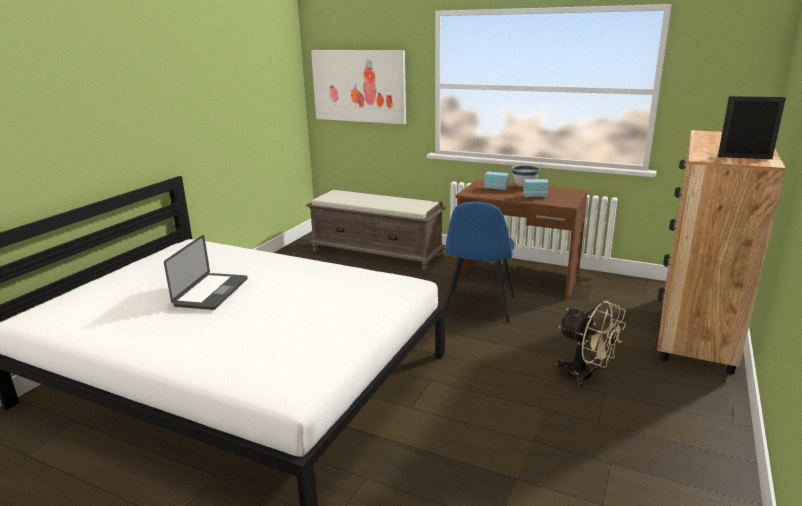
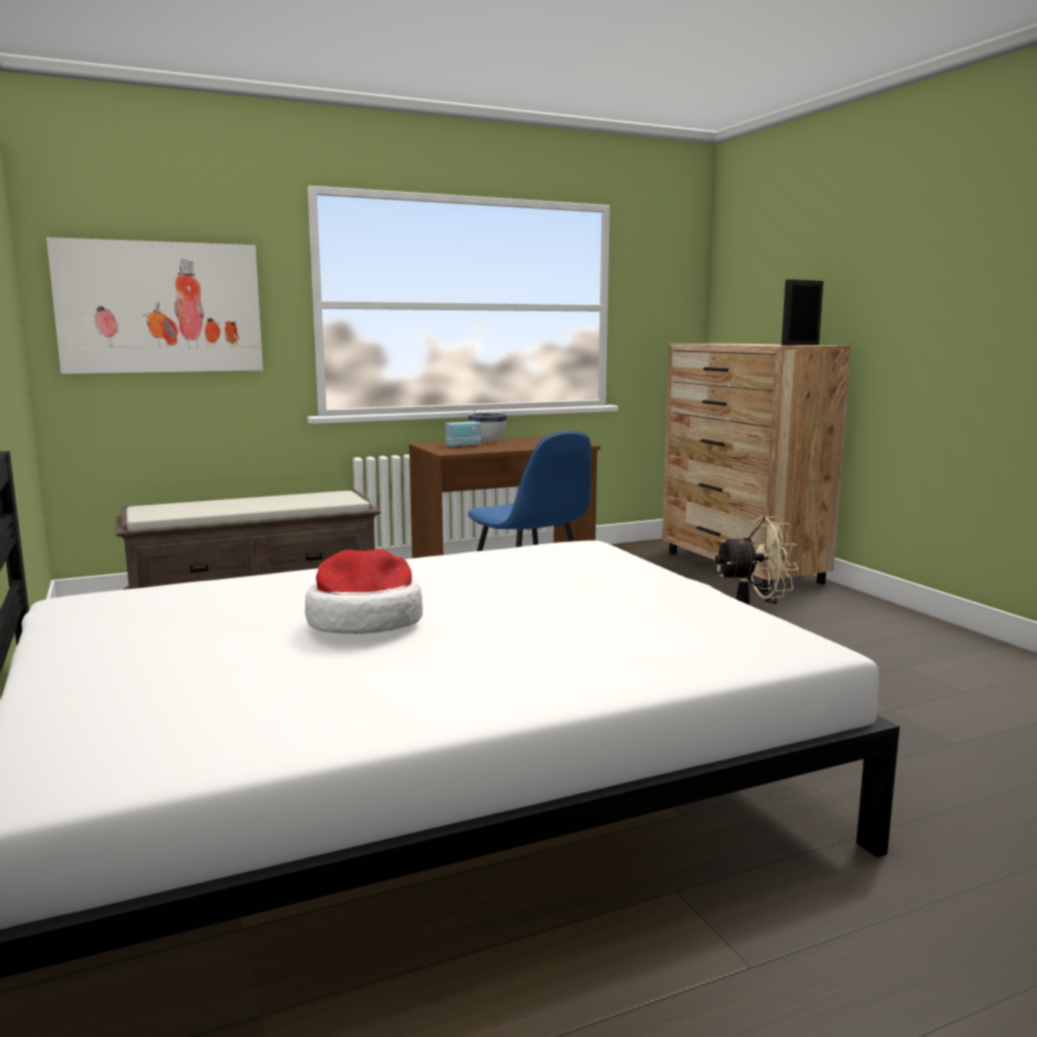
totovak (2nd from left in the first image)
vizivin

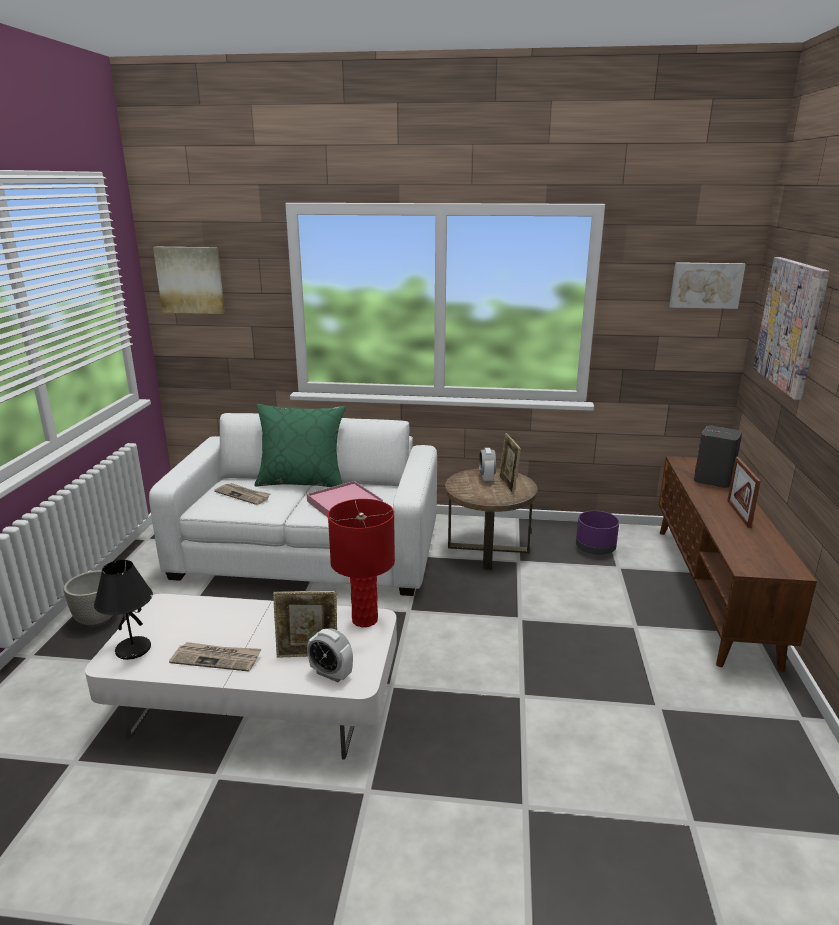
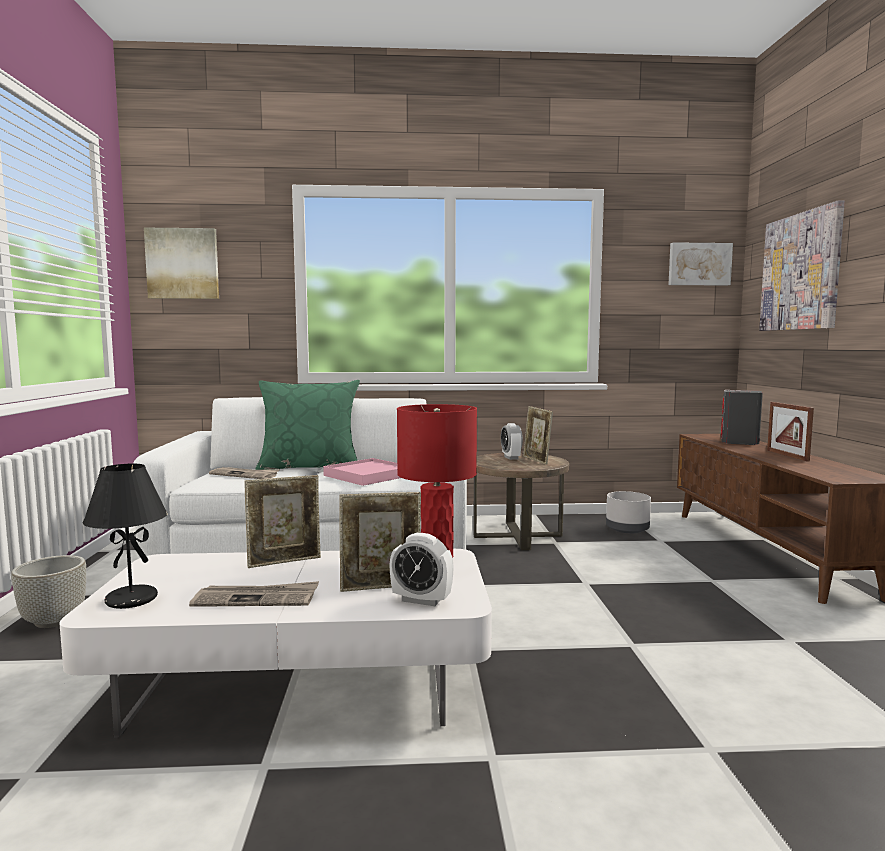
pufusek (1st from left)
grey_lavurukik (2nd from left)

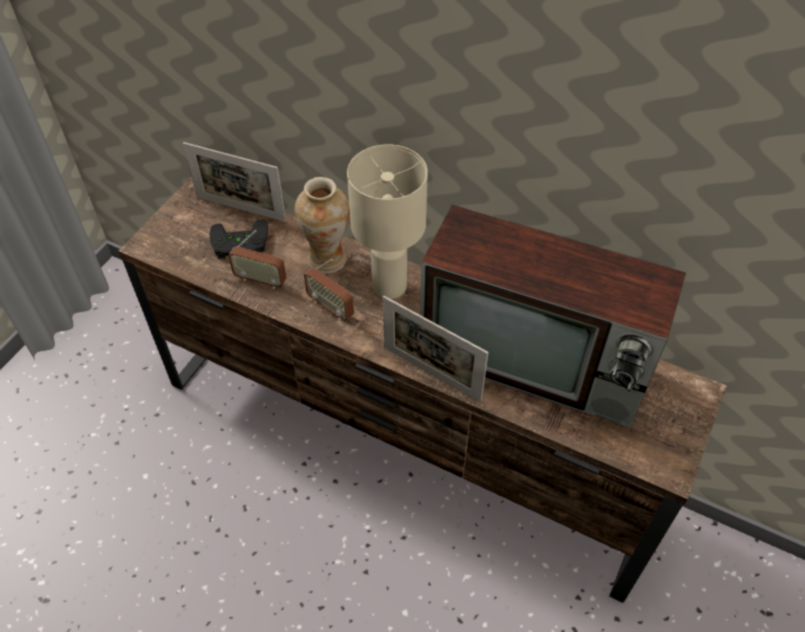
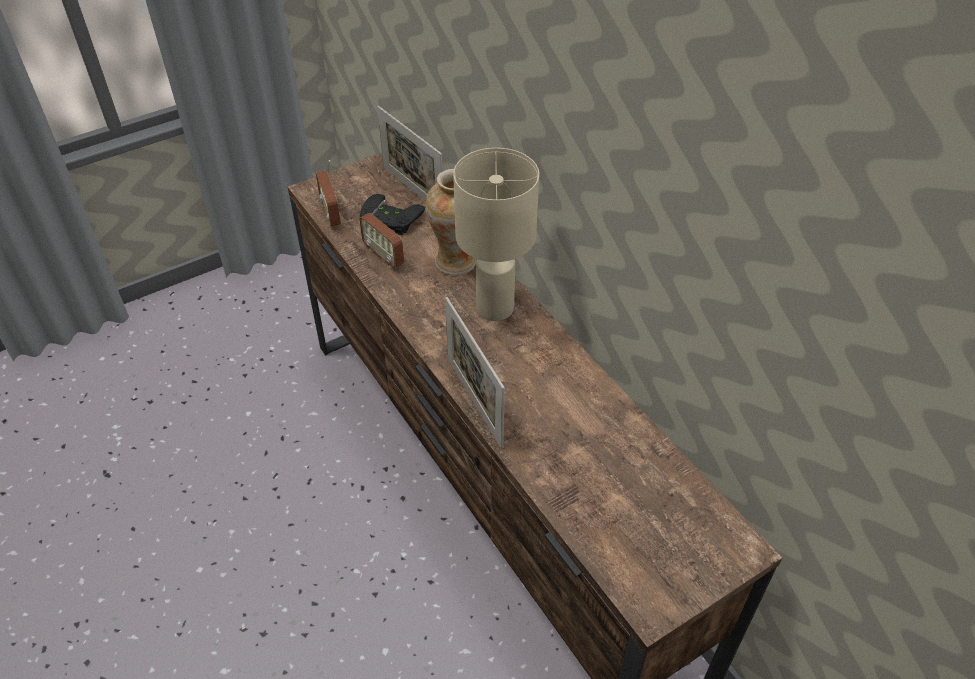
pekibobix
totovak (1st from left)

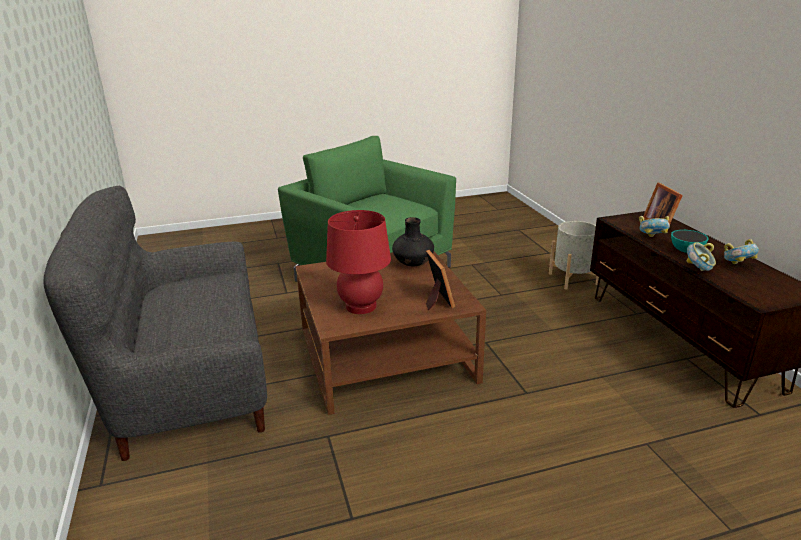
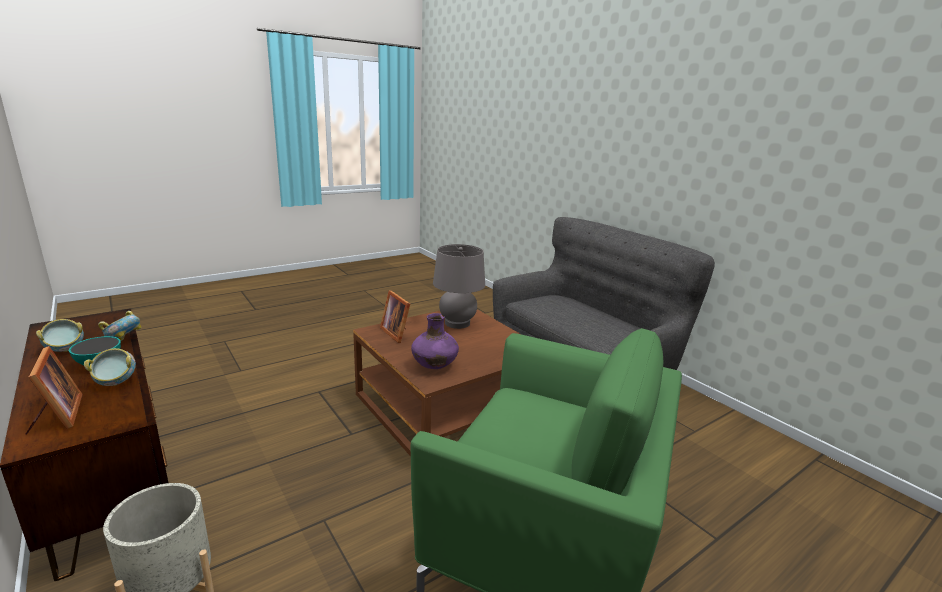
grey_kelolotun
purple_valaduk

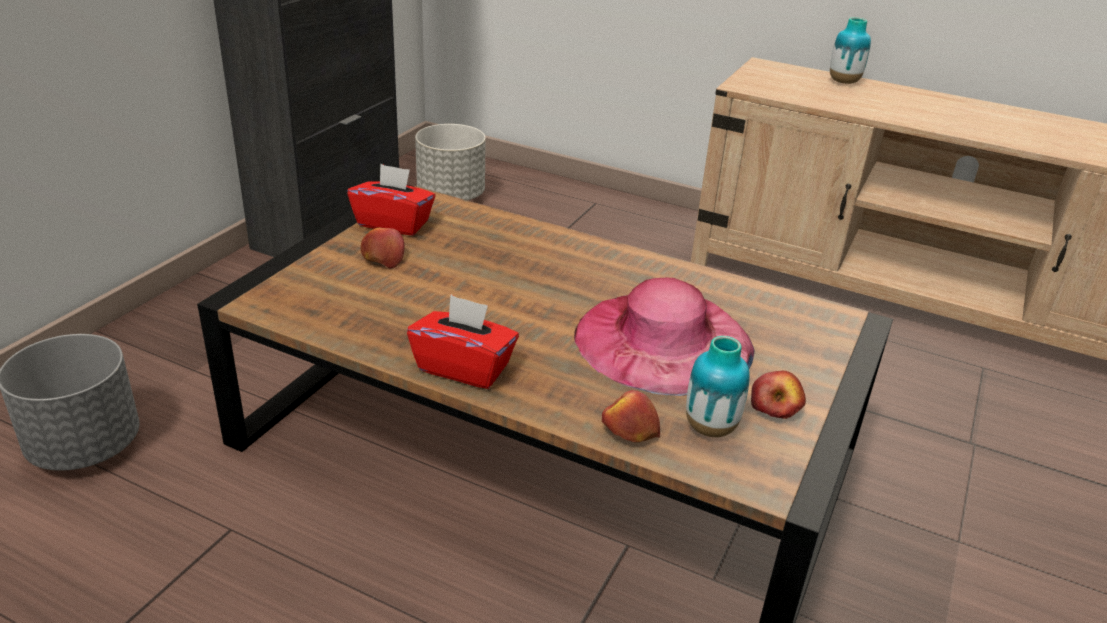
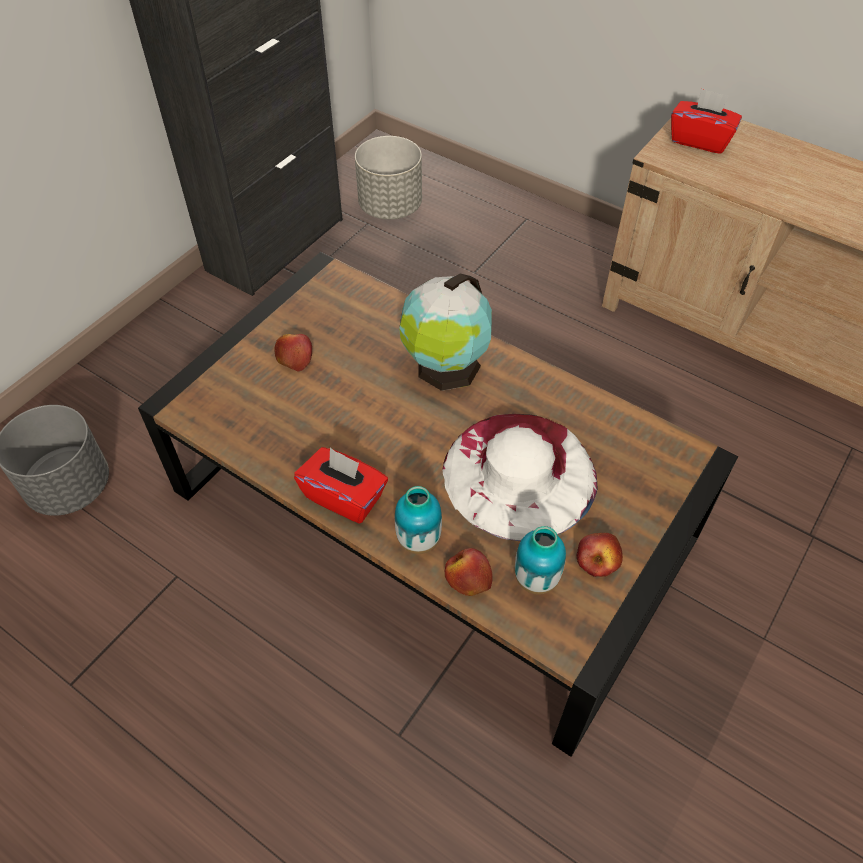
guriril
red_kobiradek (2nd from left)
valaduk (1st from left)
white_vizivin

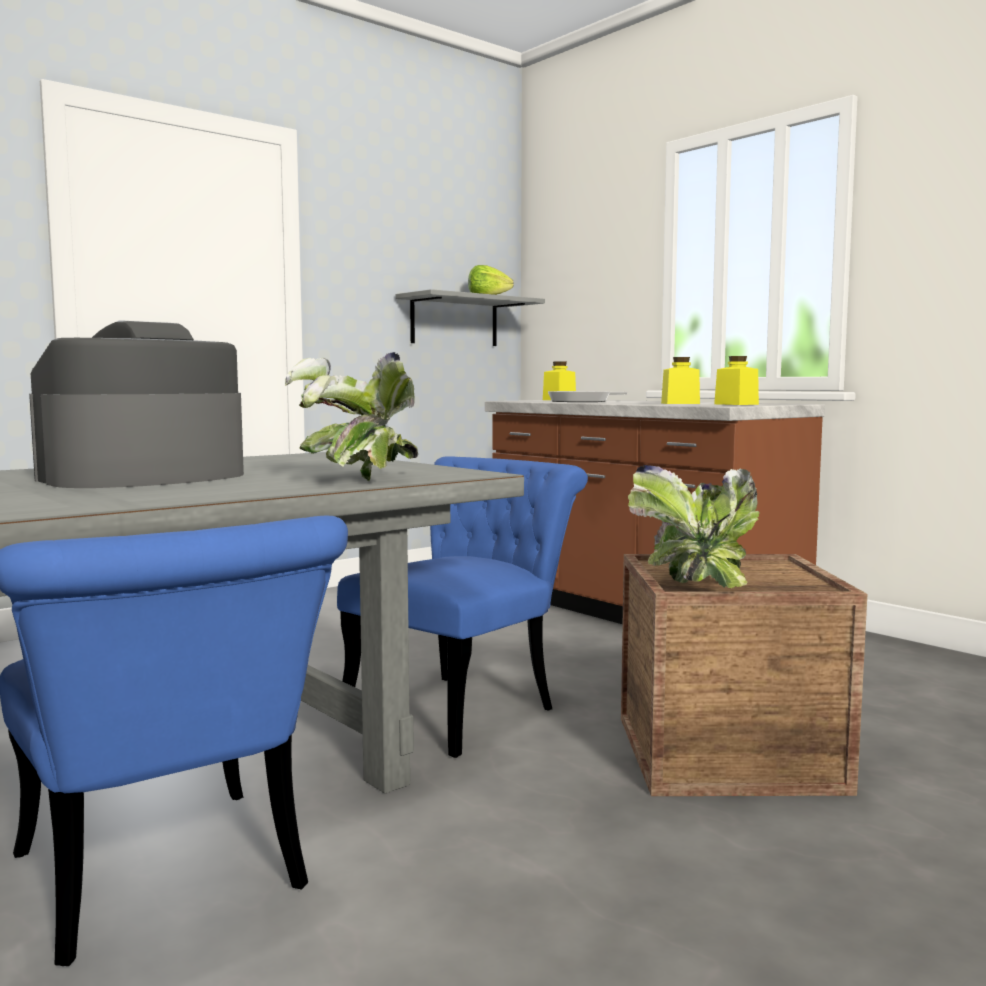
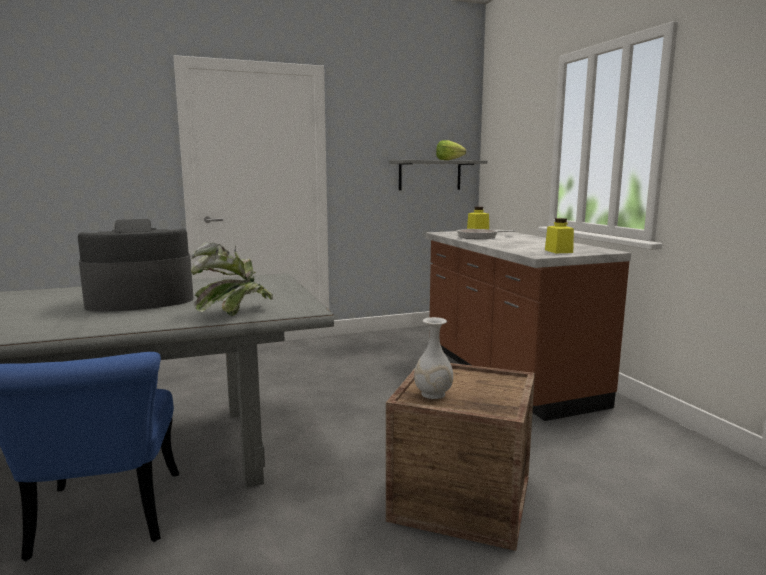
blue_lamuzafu (2nd from left in the first image)
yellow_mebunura (2nd from left in the first image)
white_valaduk

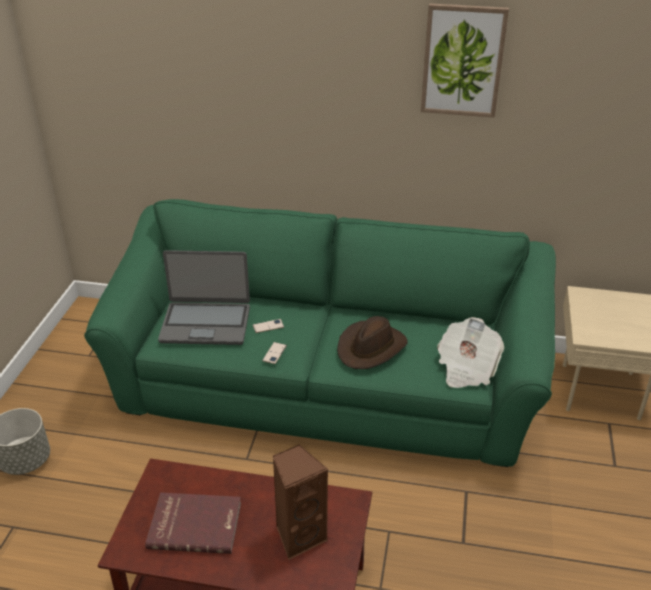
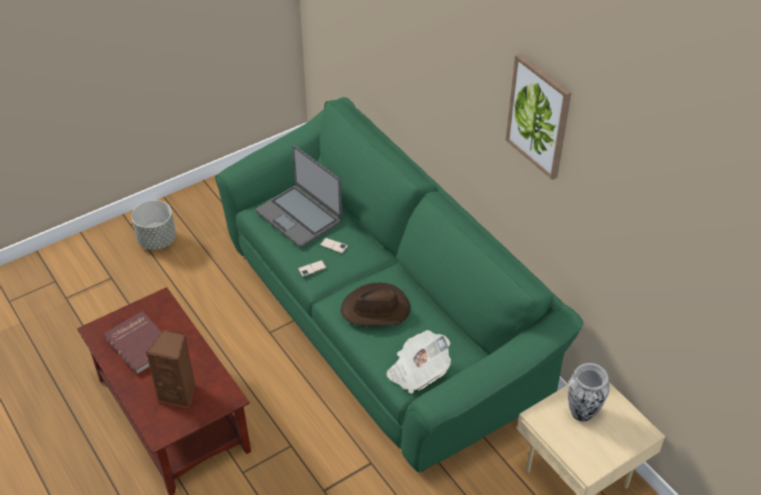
valaduk

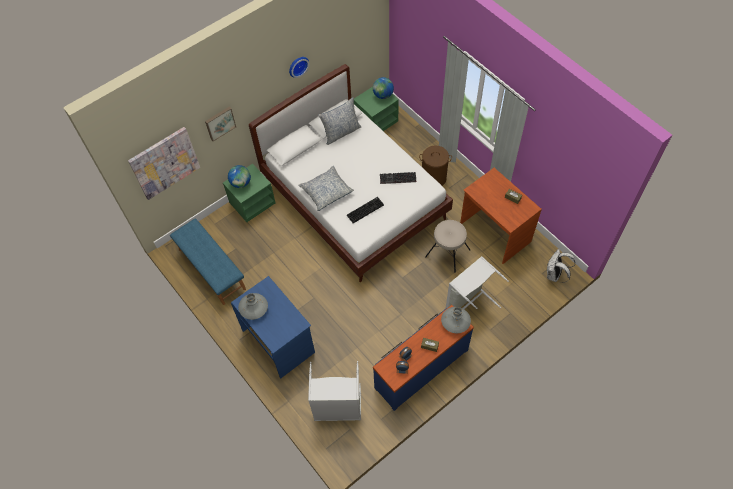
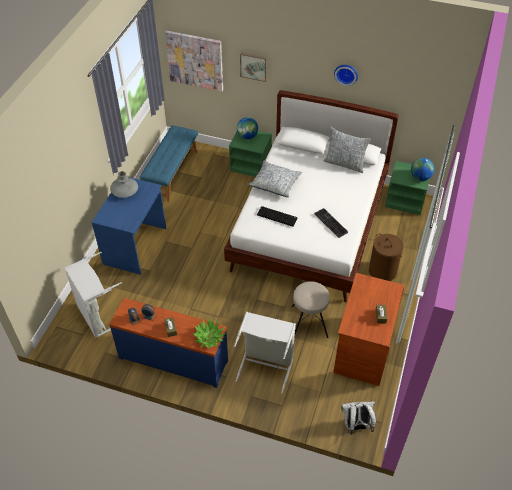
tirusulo

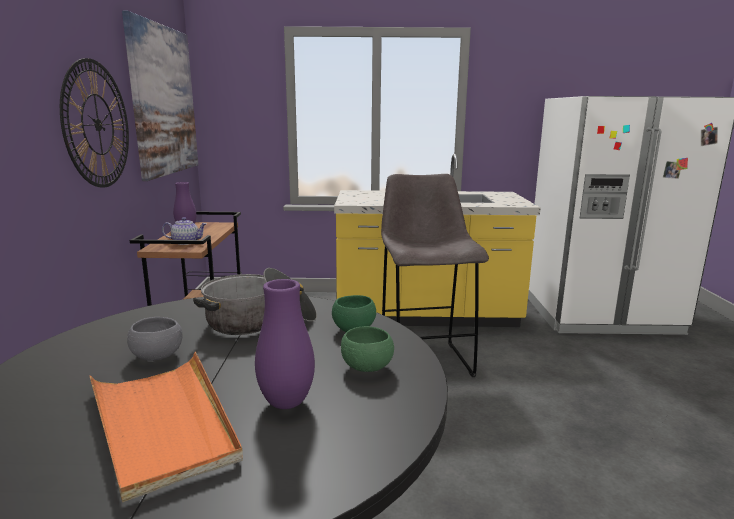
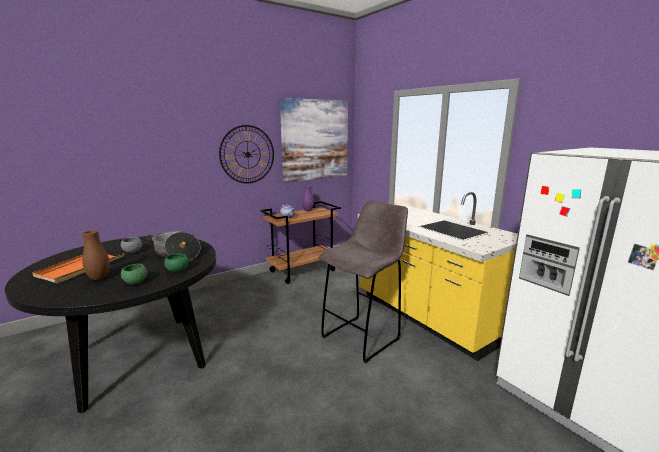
brown_valaduk

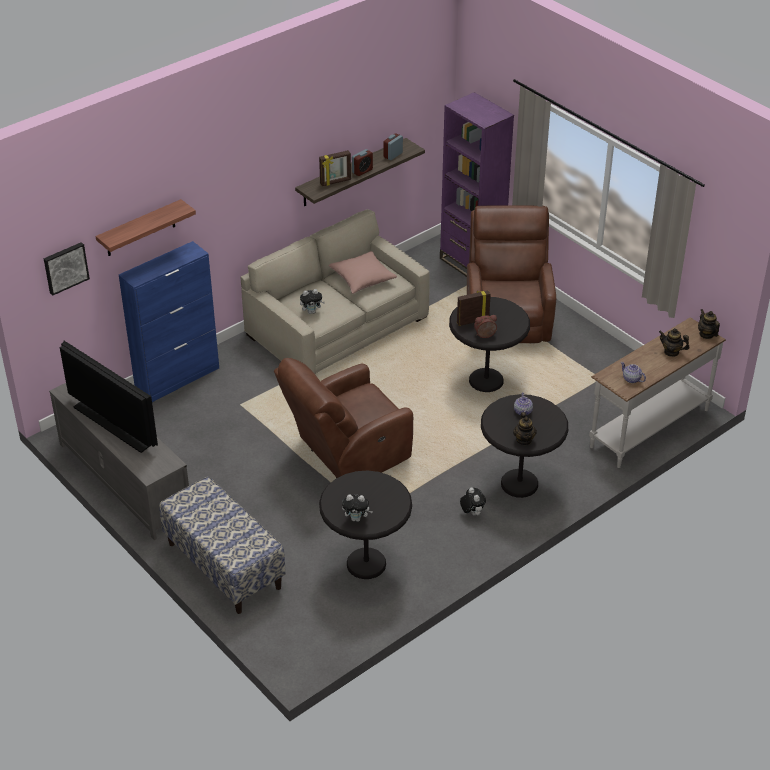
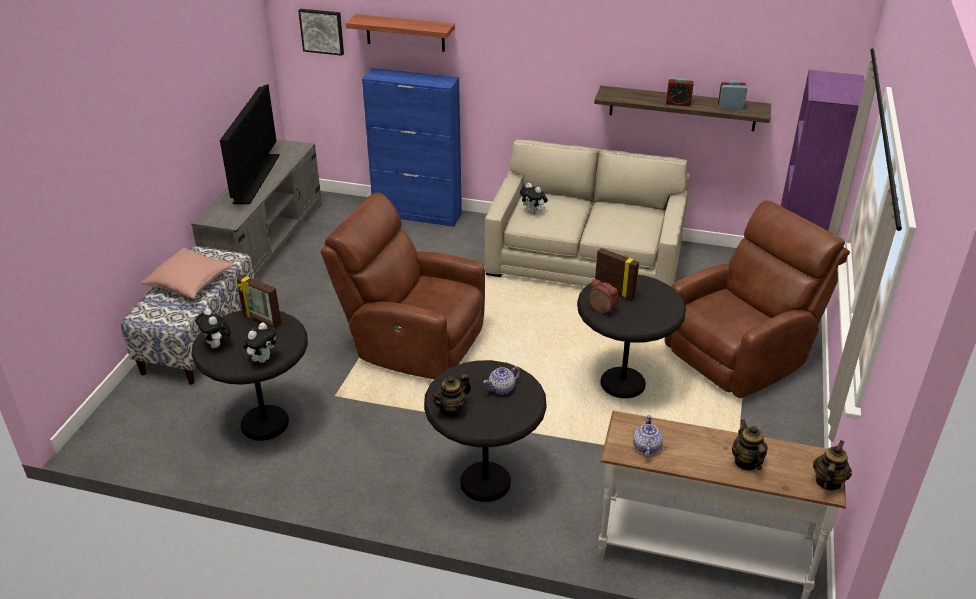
pufusek (1st from left)
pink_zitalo
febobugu (2nd from left)

